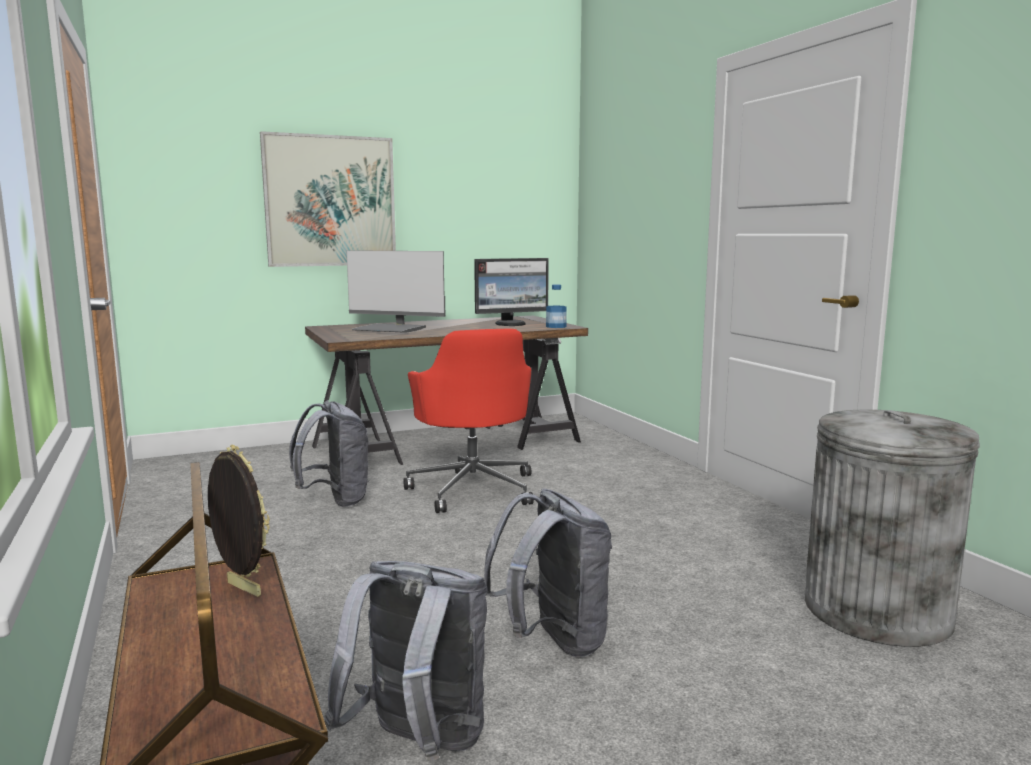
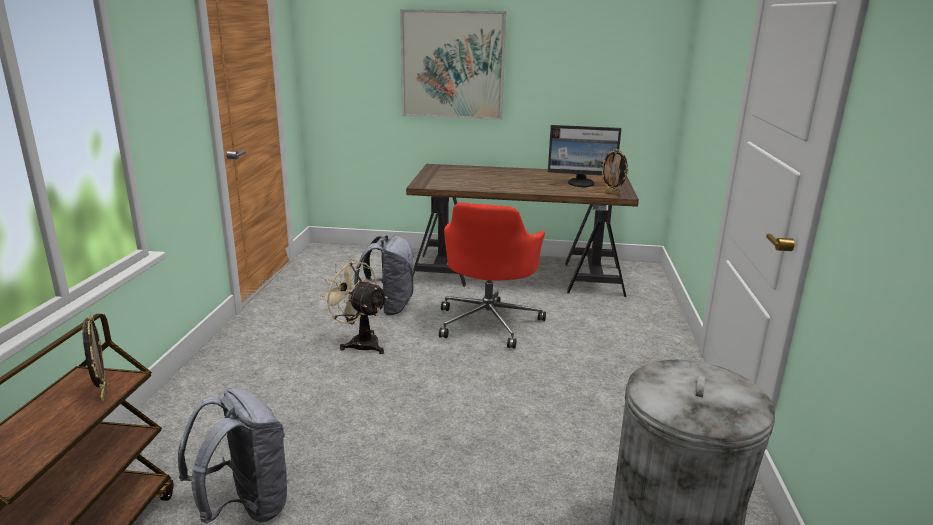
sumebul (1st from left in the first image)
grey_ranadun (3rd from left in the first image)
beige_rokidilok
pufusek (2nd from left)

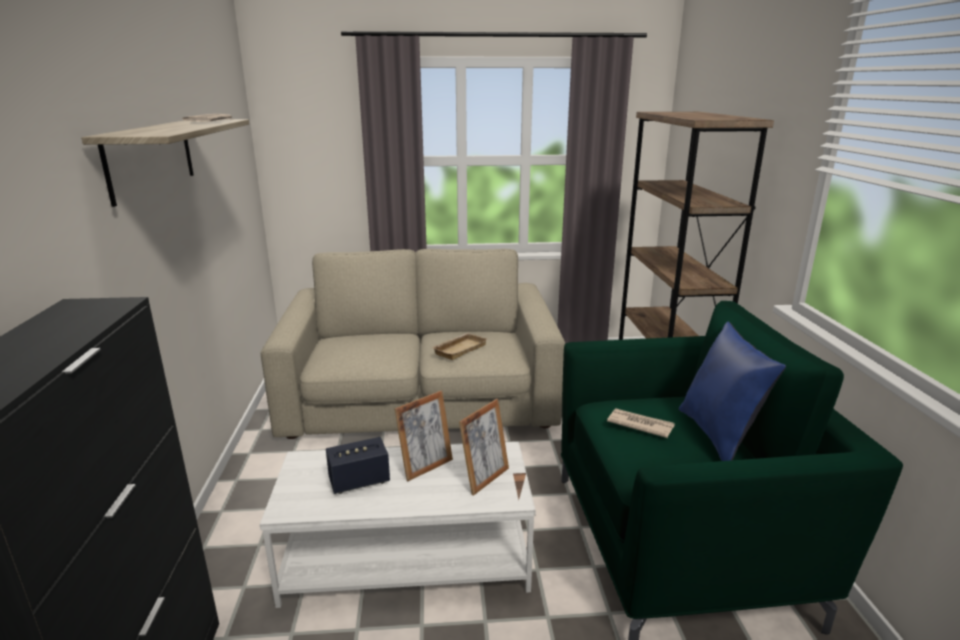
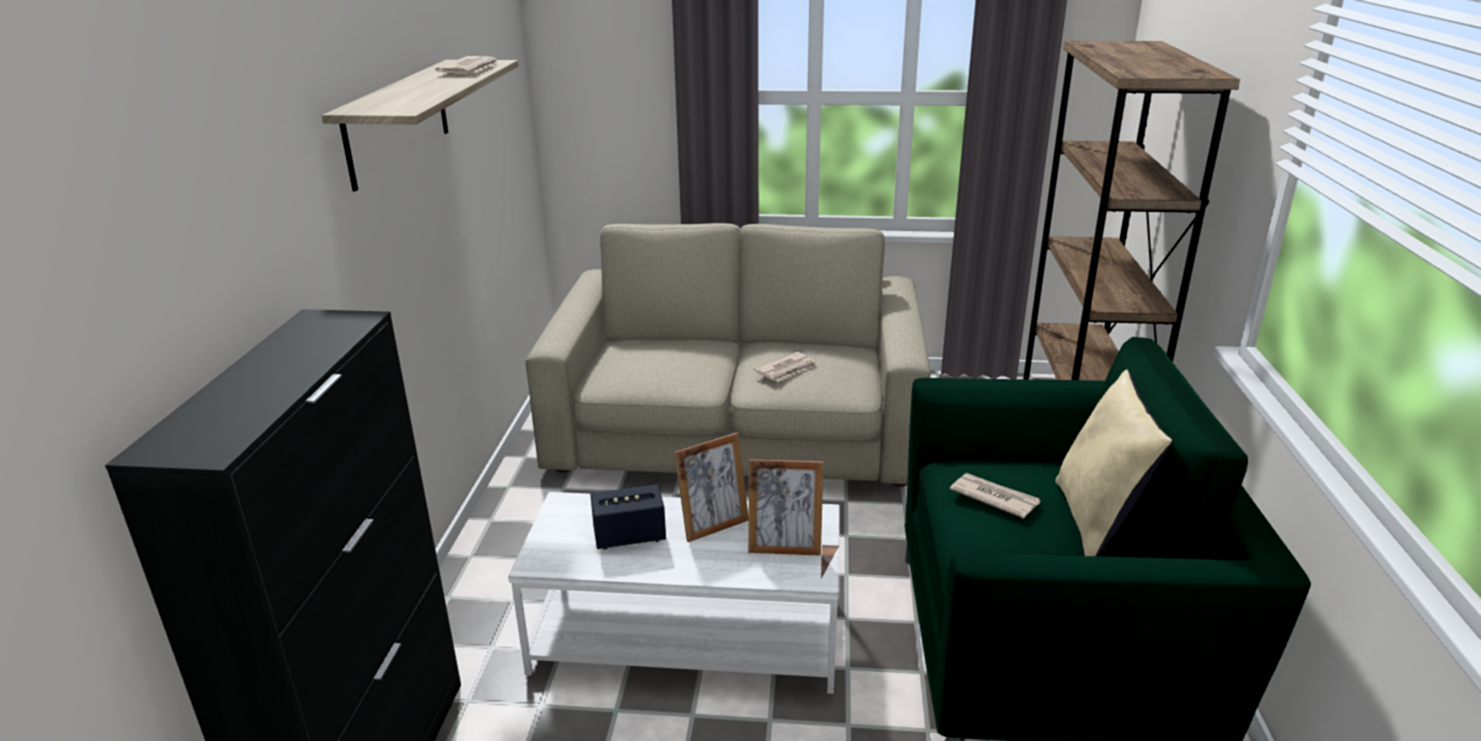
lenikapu (2nd from left)
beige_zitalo
pufusek (2nd from left)

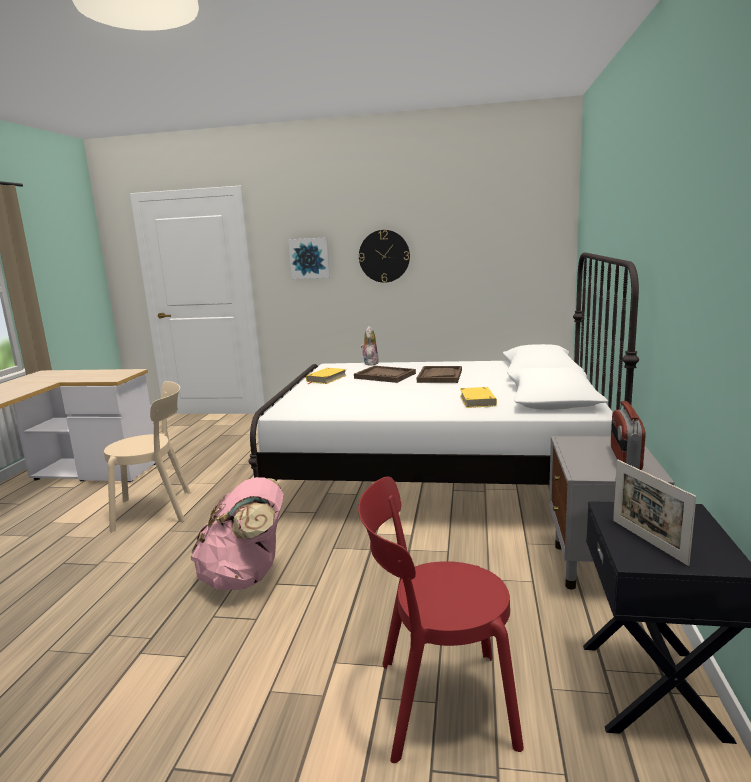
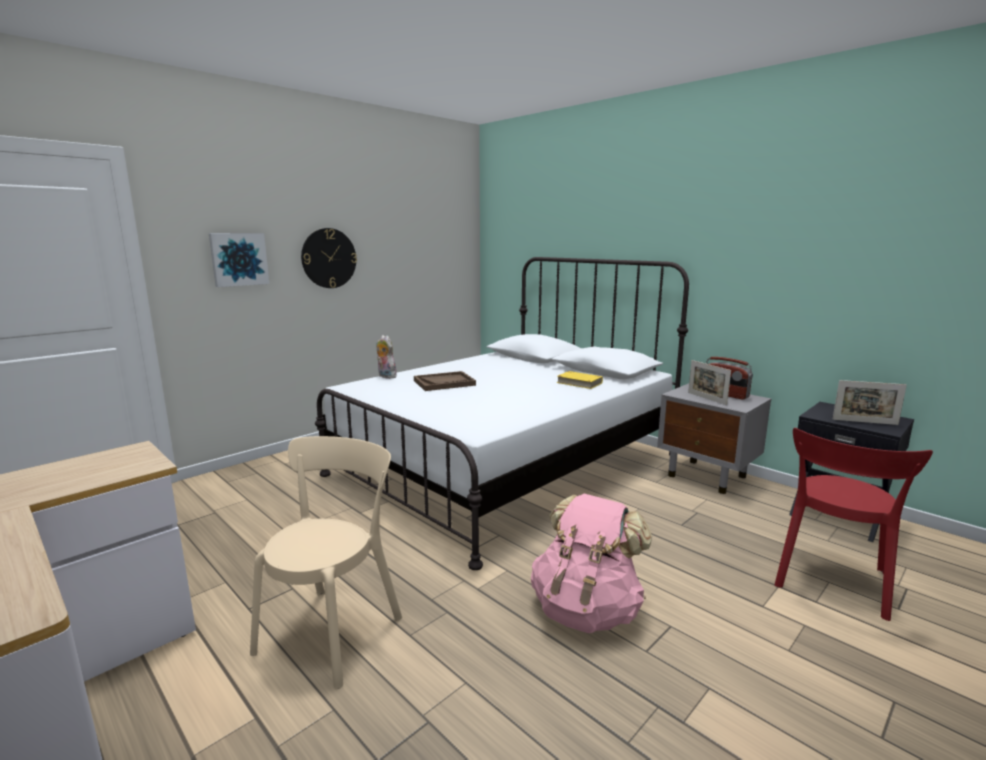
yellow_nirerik (1st from left in the first image)
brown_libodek (2nd from left in the first image)
pufusek (1st from left)

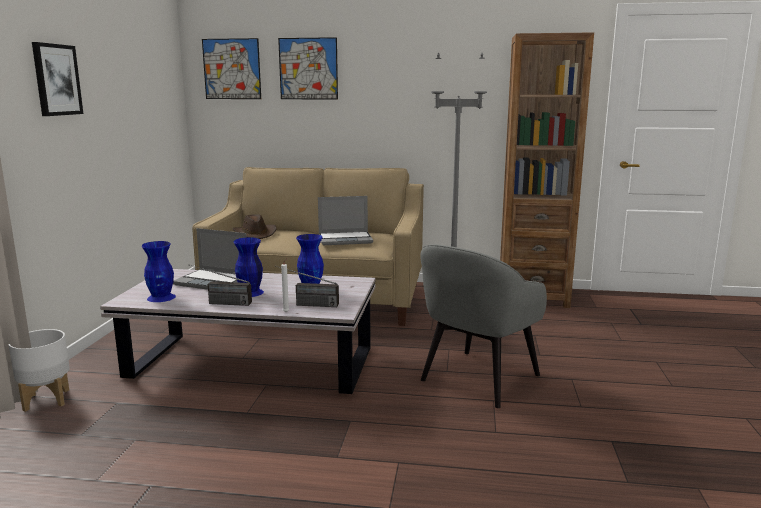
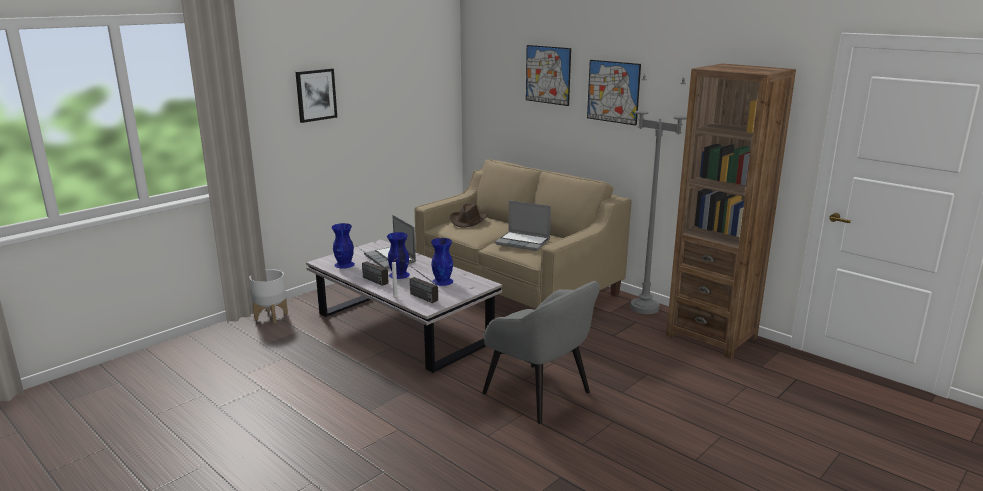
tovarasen (3rd from left)
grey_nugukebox

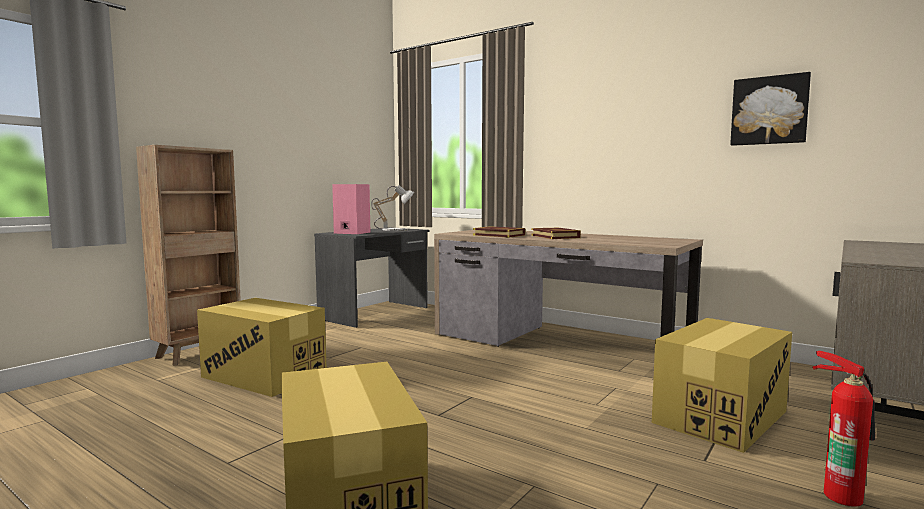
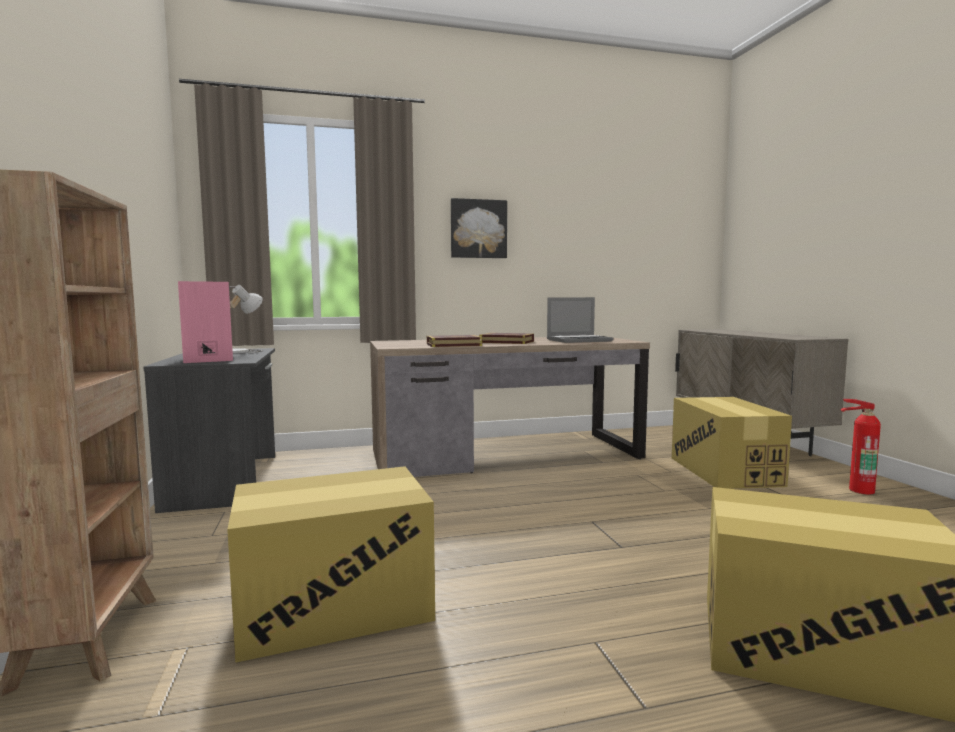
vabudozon
tovarasen

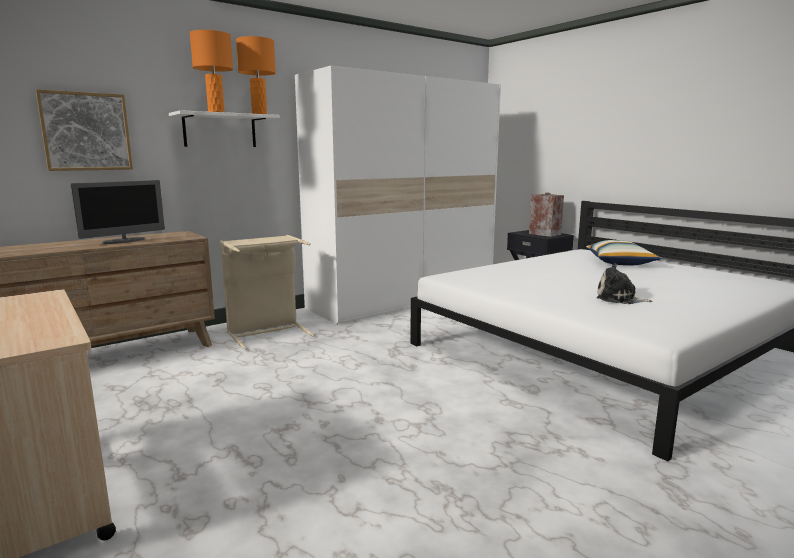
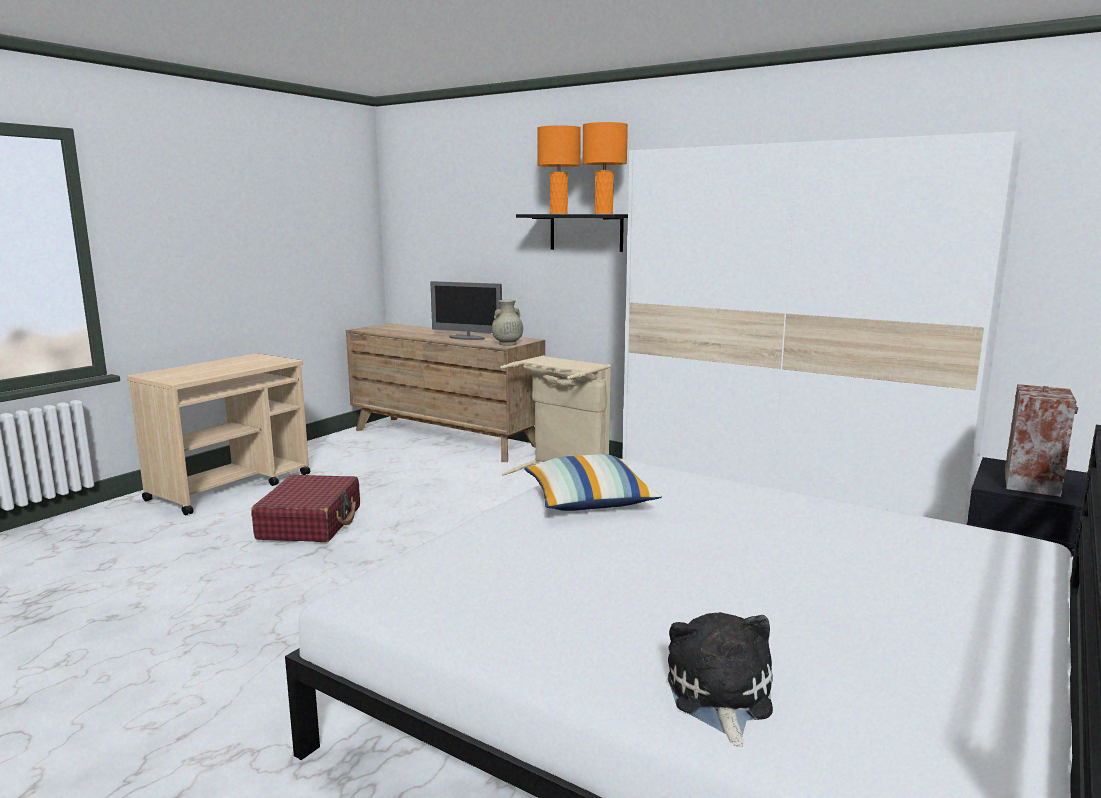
tovarasen
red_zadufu
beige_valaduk
zitalo
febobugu
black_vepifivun

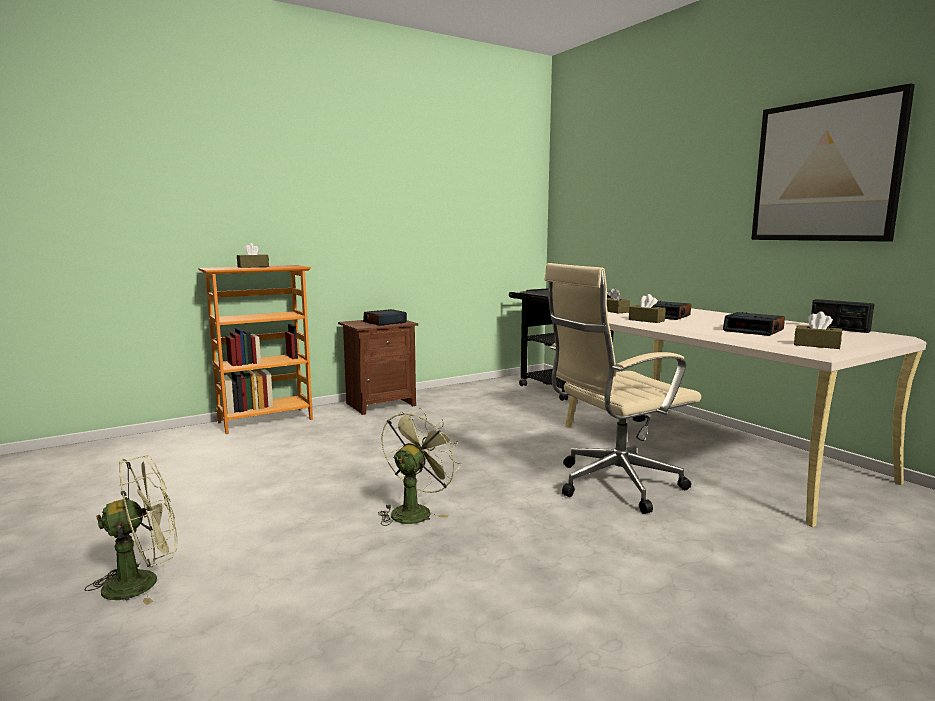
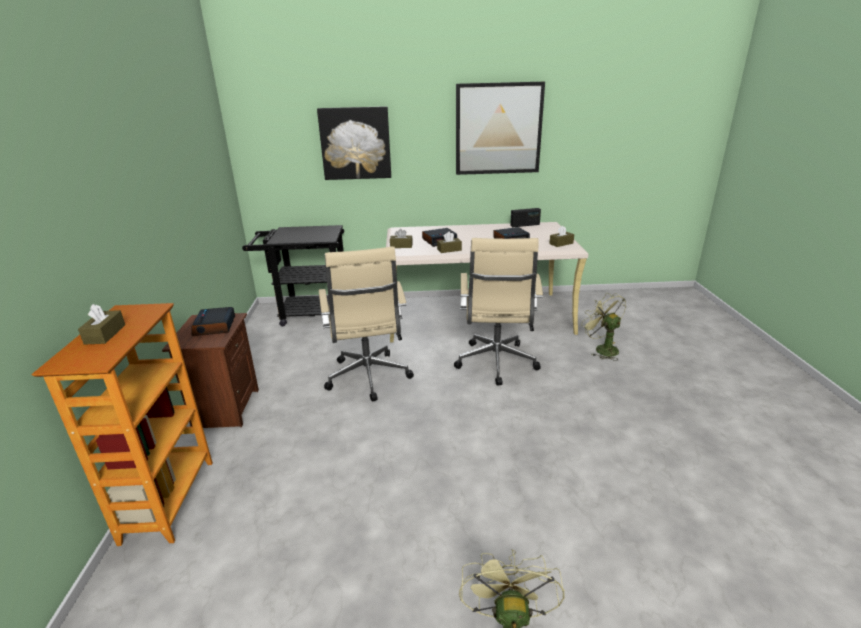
tovarasen (1st from left)
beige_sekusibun (1st from left)
green_rokidilok (2nd from left)

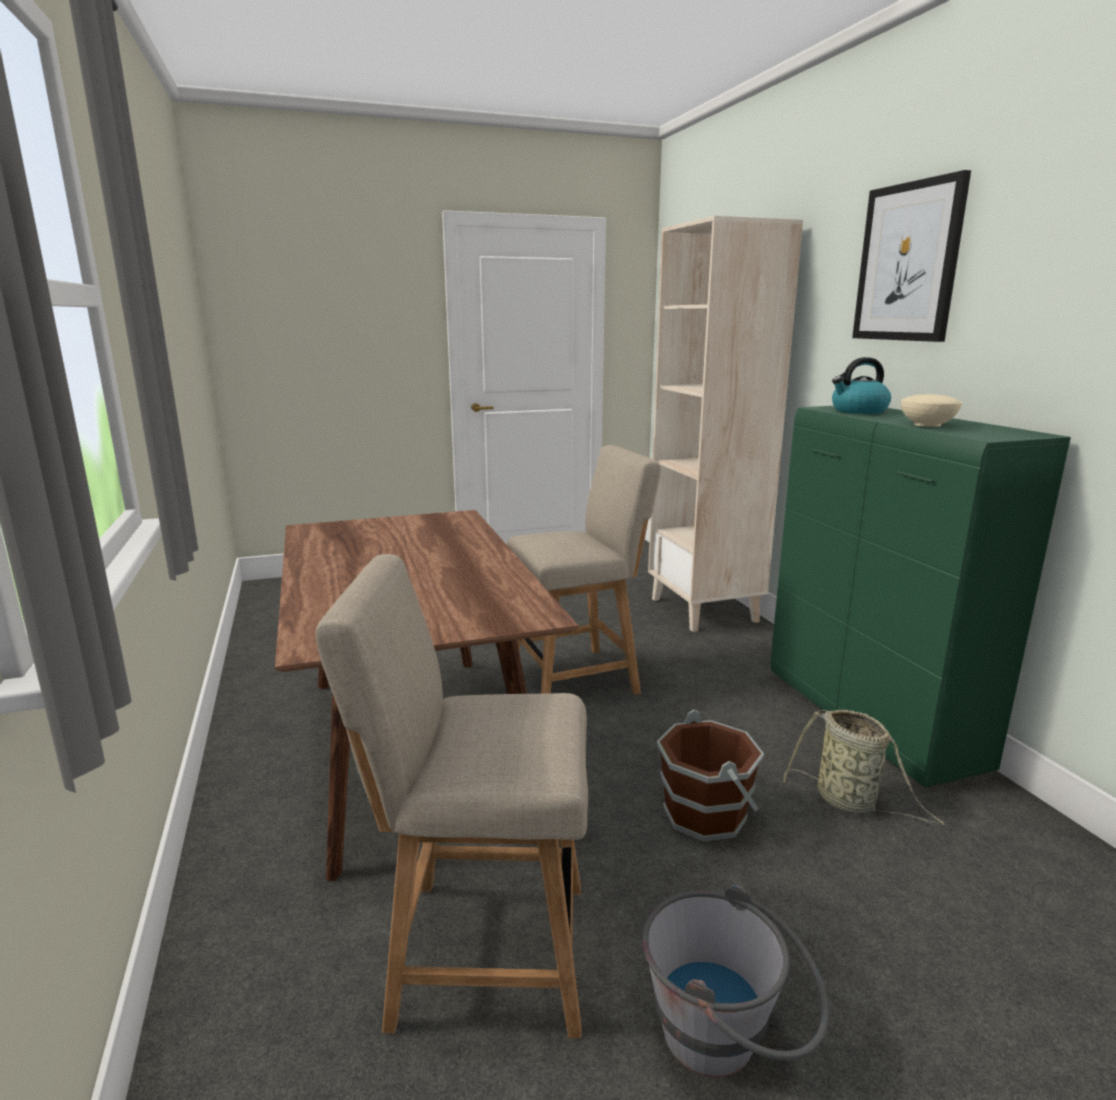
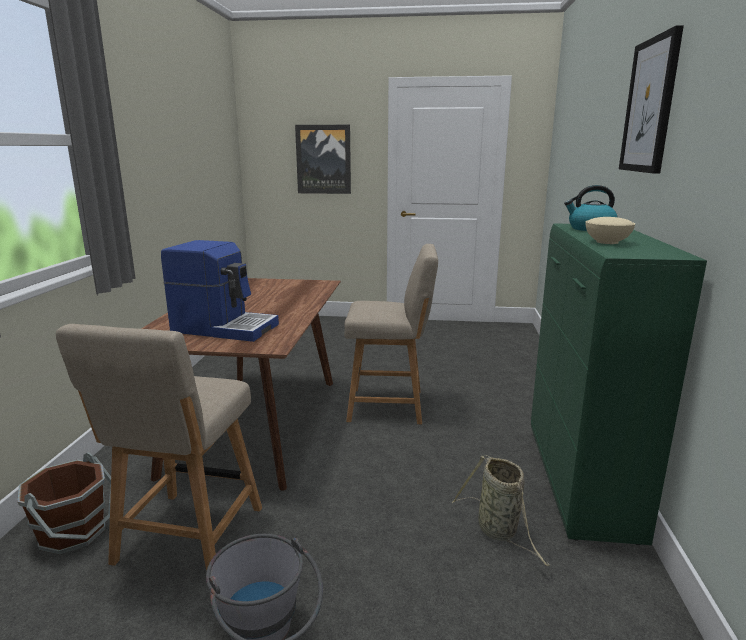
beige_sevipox
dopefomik
tovarasen (1st from left)
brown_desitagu
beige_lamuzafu (1st from left)

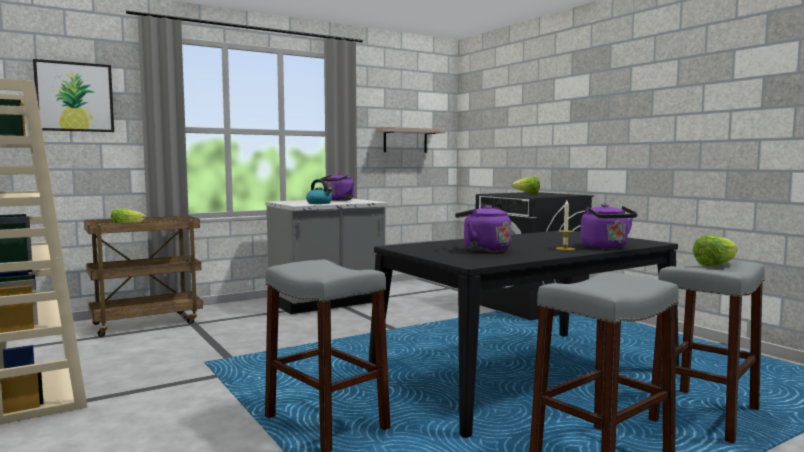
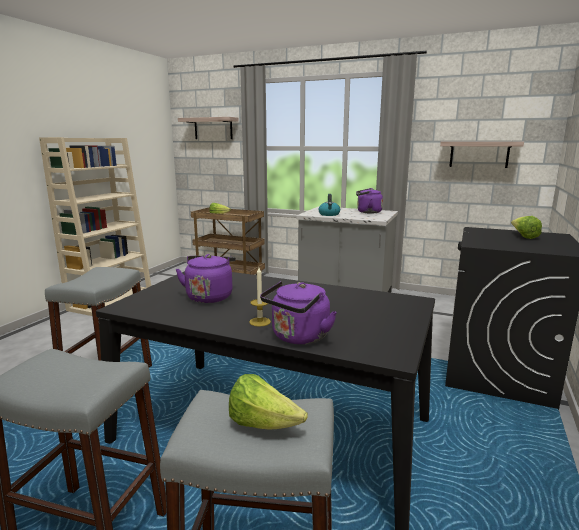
vepifivun (1st from left)

